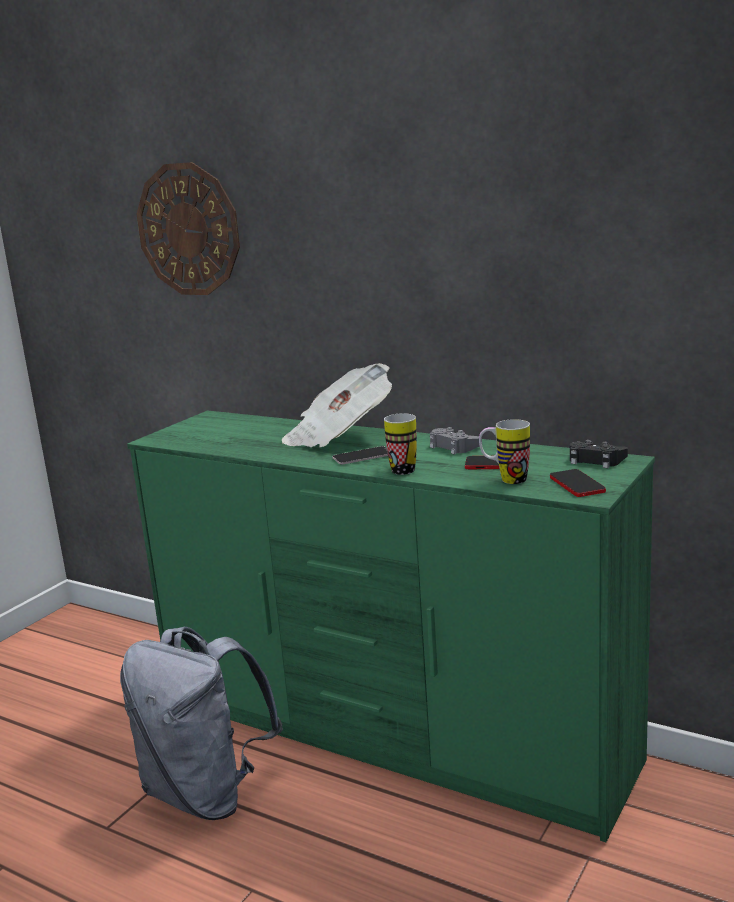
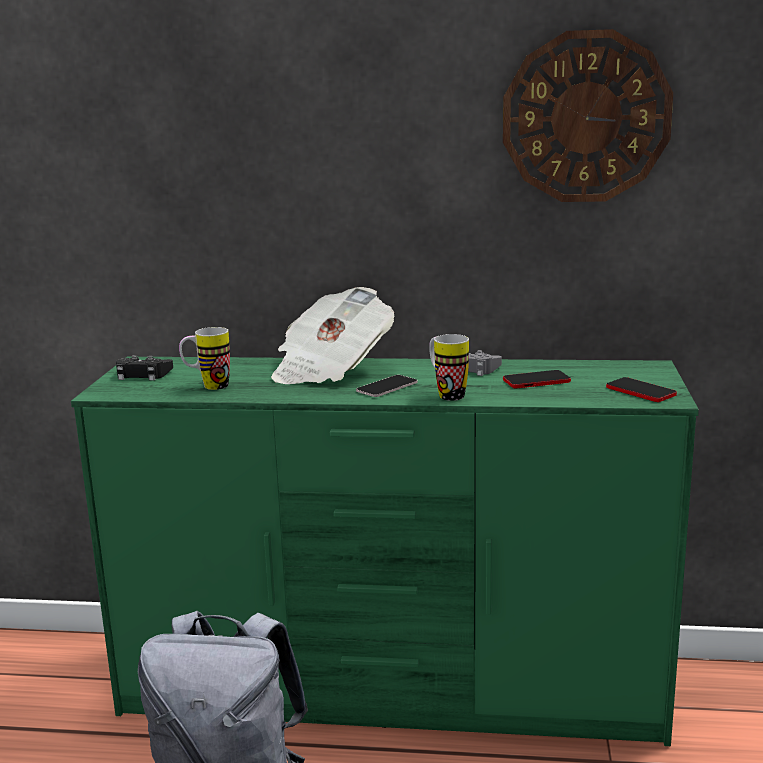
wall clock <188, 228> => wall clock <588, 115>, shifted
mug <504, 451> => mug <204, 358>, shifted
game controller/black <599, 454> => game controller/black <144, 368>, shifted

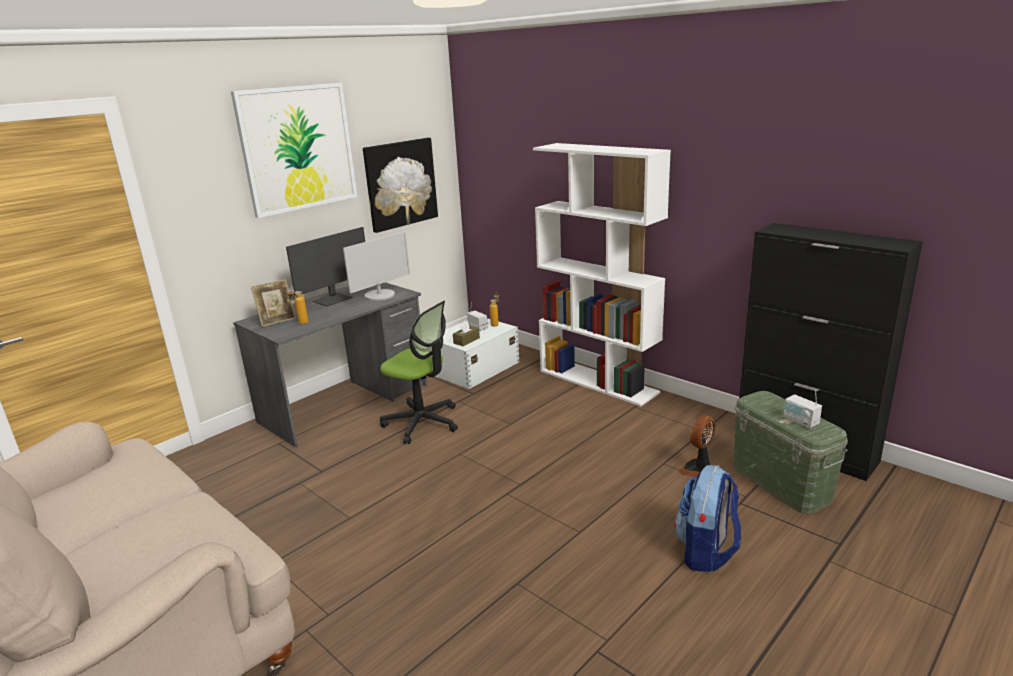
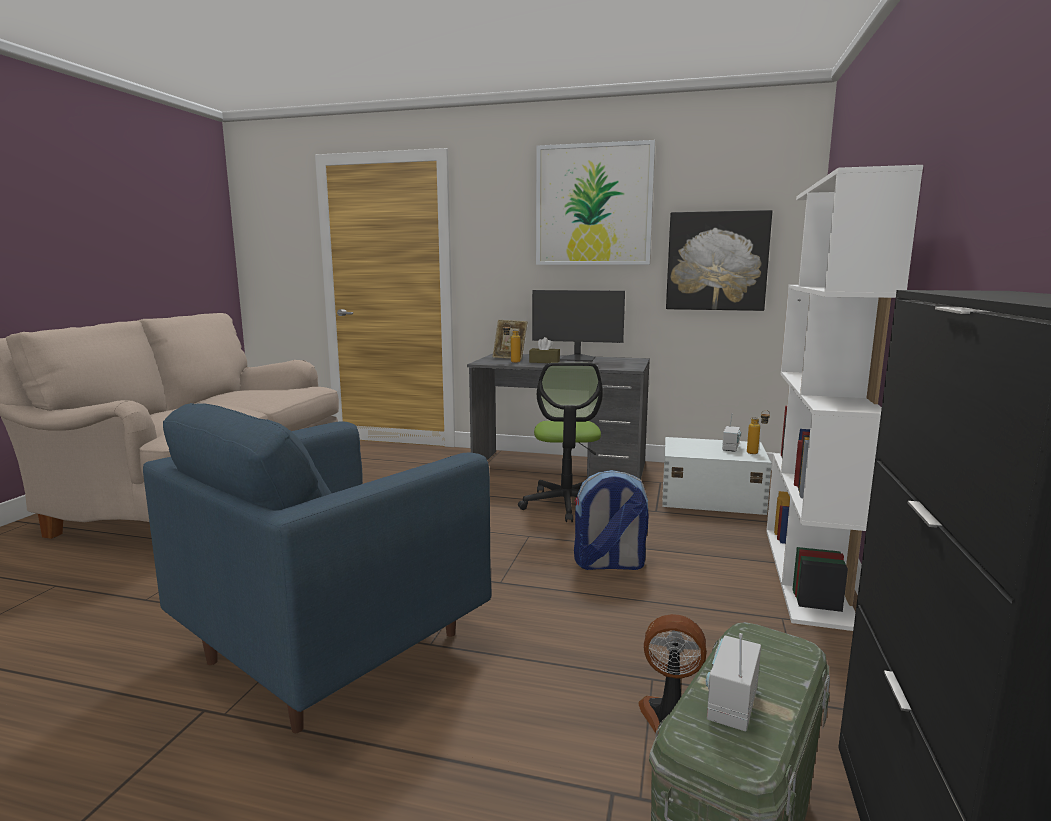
monitor <376, 266> => nothing
nothing => armchair/blue <317, 568>
tissue box/brown <466, 333> => tissue box/brown <544, 350>, shifted
backpack <707, 518> => backpack <611, 520>, shifted

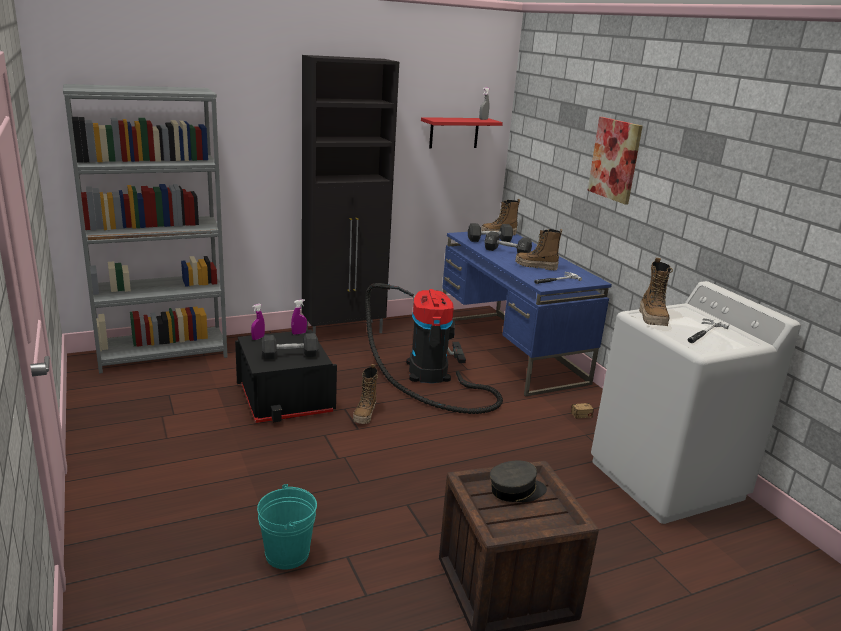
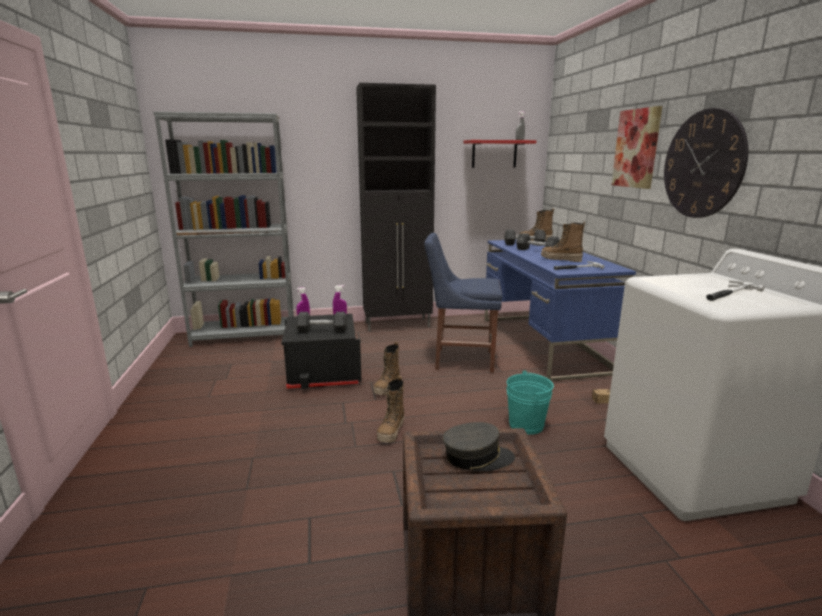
nothing => wall clock <706, 163>
bucket/turquoise <287, 527> => bucket/turquoise <530, 402>, shifted
boot <656, 292> => boot <390, 409>, shifted
vacuum cleaner <434, 348> => chair/blue <463, 303>

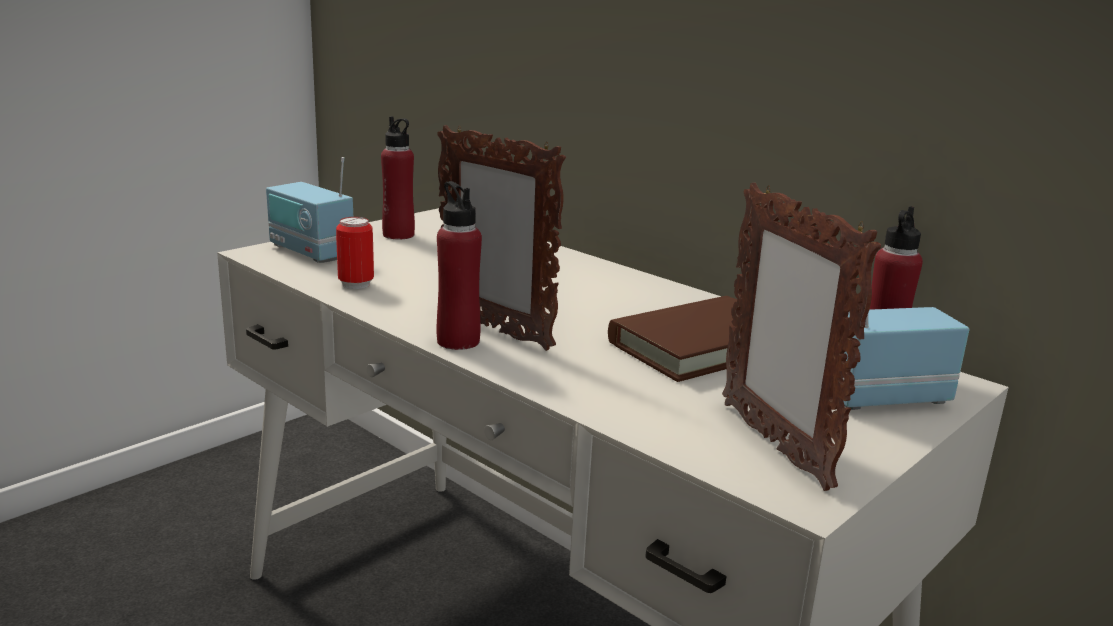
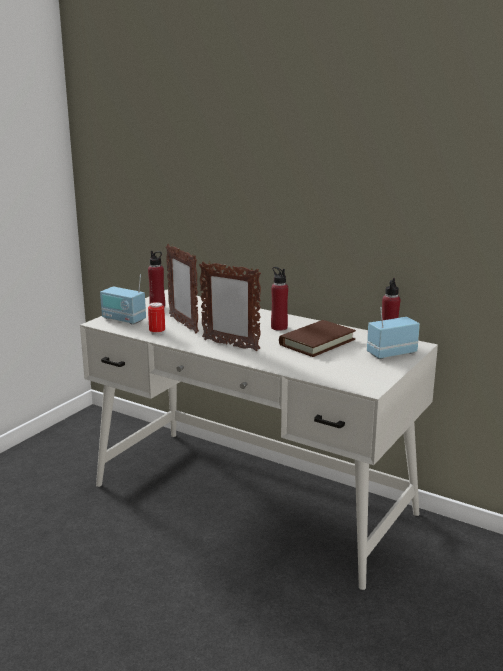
bottle/red <459, 265> => bottle/red <279, 299>, shifted
picture frame <801, 337> => picture frame <182, 288>, shifted

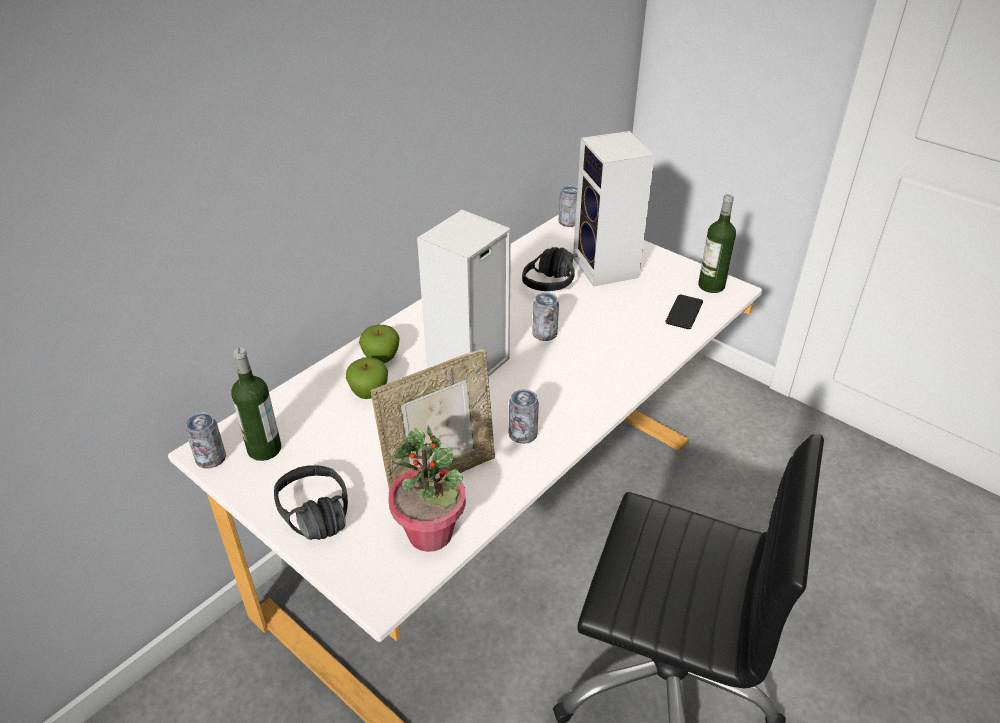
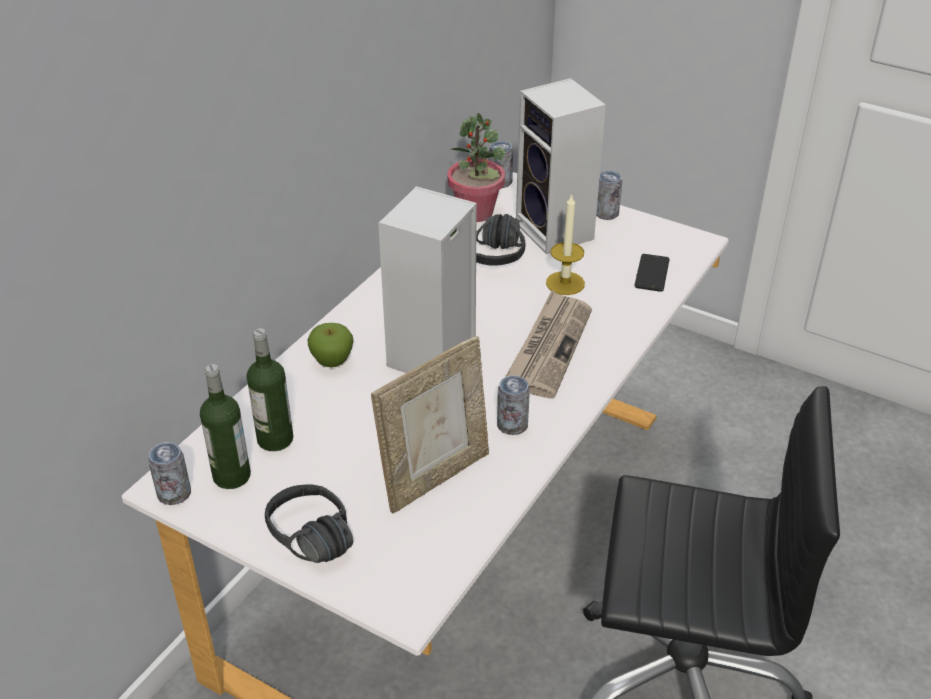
apple <367, 378> => nothing
nothing => newspaper <548, 344>
nothing => candle <565, 244>
potted plant <427, 488> => potted plant <476, 167>, shifted
can <545, 317> => can <609, 195>, shifted
bottle <717, 243> => bottle <270, 389>, shifted

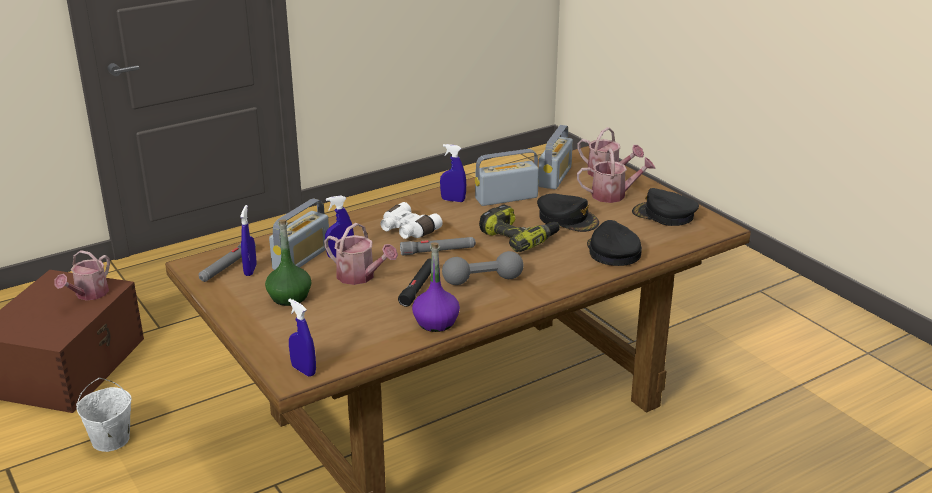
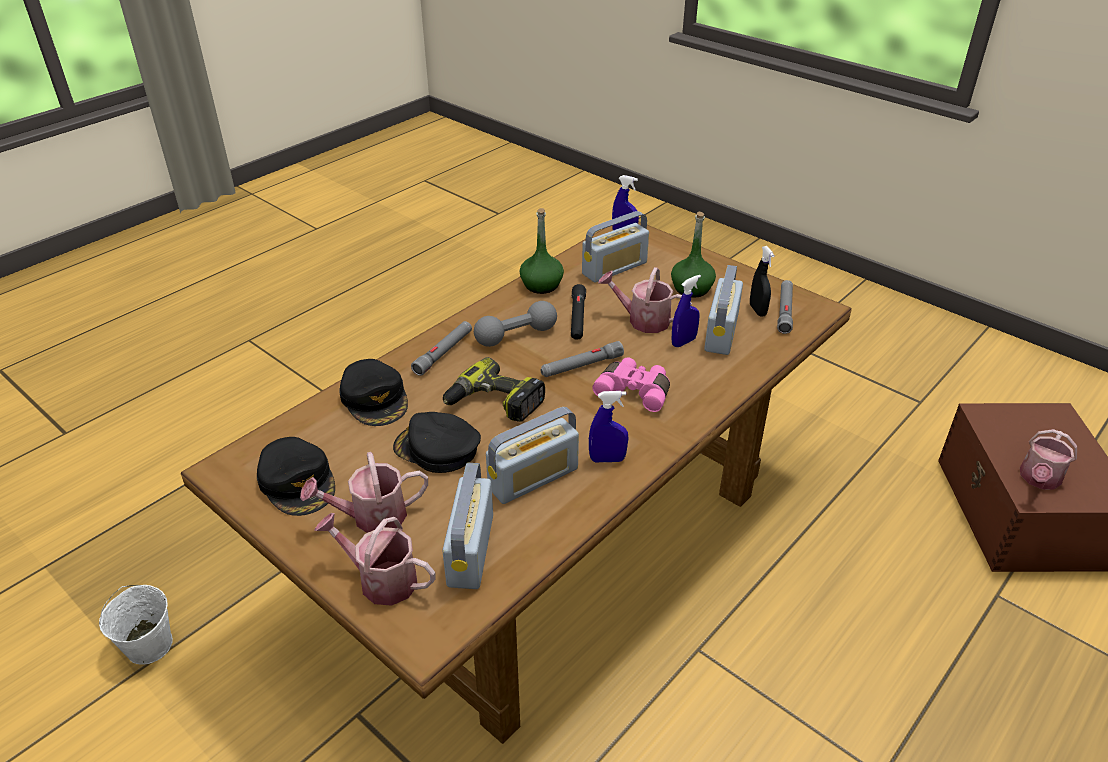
nothing => flashlight/grey <441, 348>
nothing => radio <615, 247>
bucket/white <103, 415> => bucket/white <136, 625>, shifted
spray bottle/blue <248, 240> => spray bottle/black <762, 281>
binoculars/white <411, 220> => binoculars/pink <631, 384>
bottle/purple <436, 287> => bottle/green <542, 251>
watering can <82, 275> => watering can <1048, 459>, 150 degrees counterclockwise
cap/black <665, 207> => cap/black <296, 476>, 45 degrees clockwise

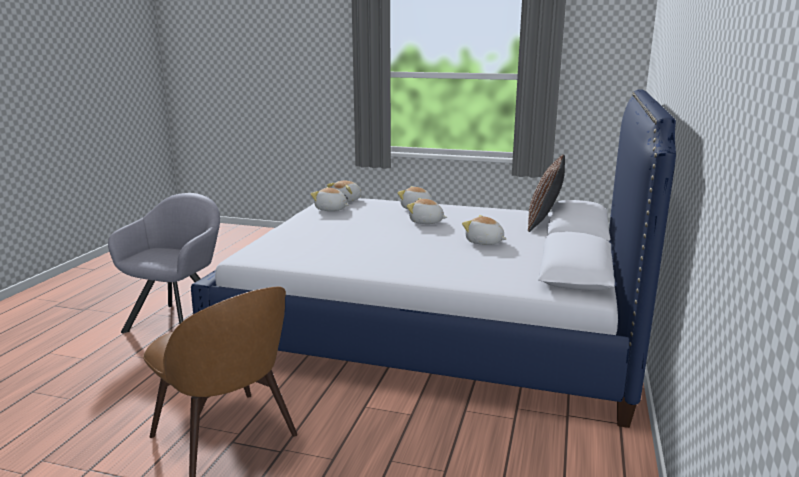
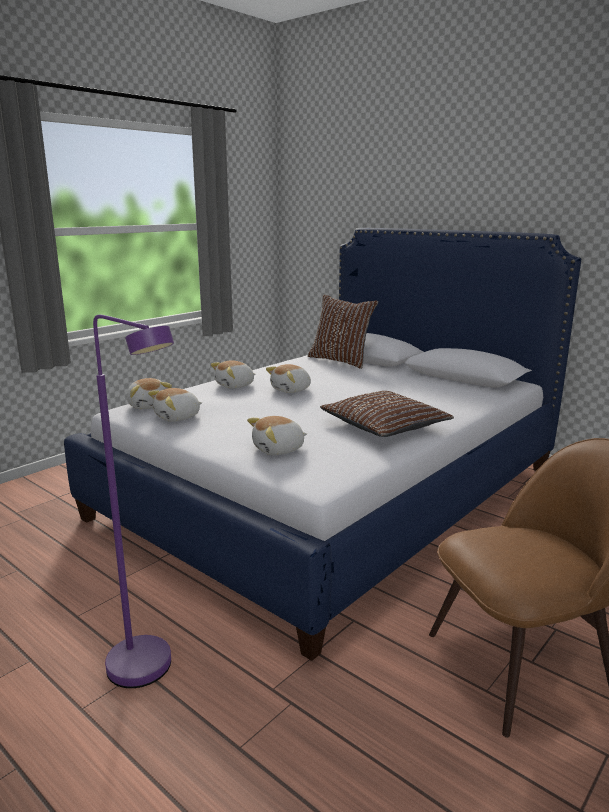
nothing => pillow/brown <387, 414>
plush toy <484, 230> => plush toy <277, 435>, shifted
armchair/grey <164, 263> => floor lamp/purple <133, 501>

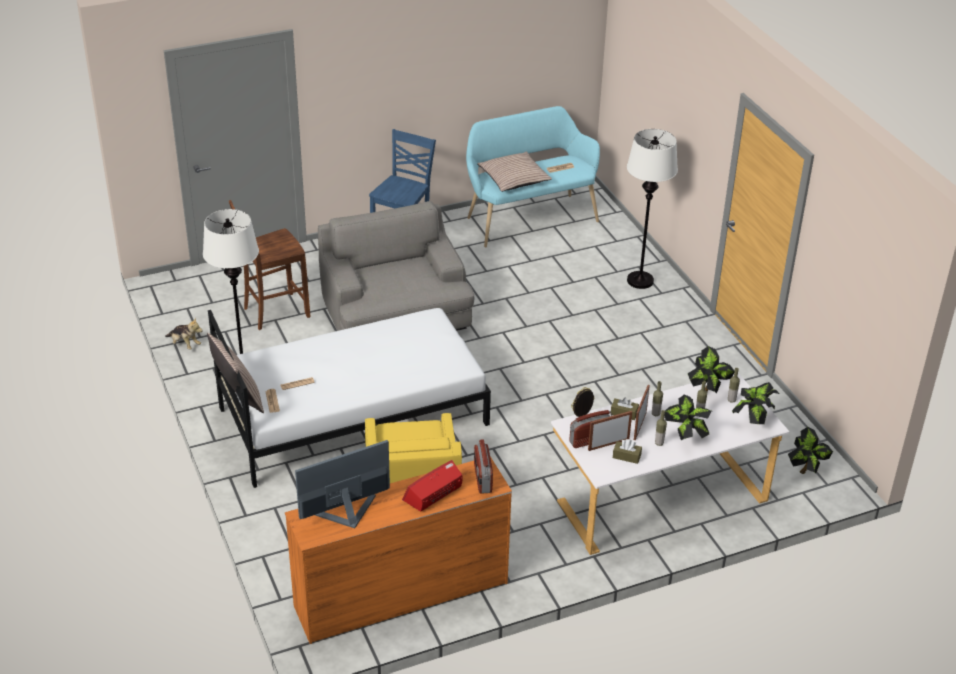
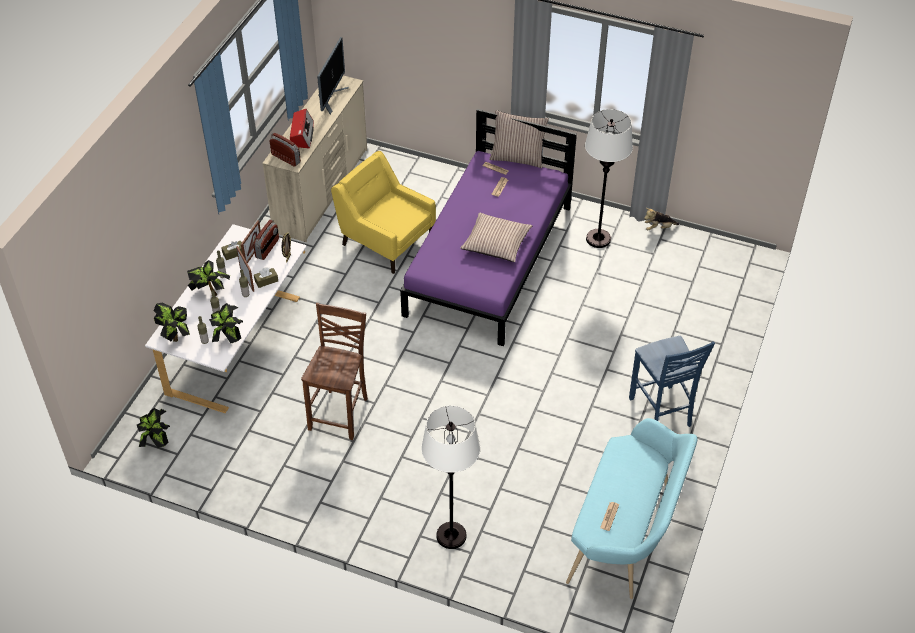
armchair/grey <396, 266> => nothing
chair/brown <269, 265> => chair/brown <334, 371>, shifted
pillow <514, 172> => pillow <496, 237>, shifted
bed/white <349, 398> => bed/purple <488, 227>
dresser/orange <398, 550> => dresser/beige <314, 159>

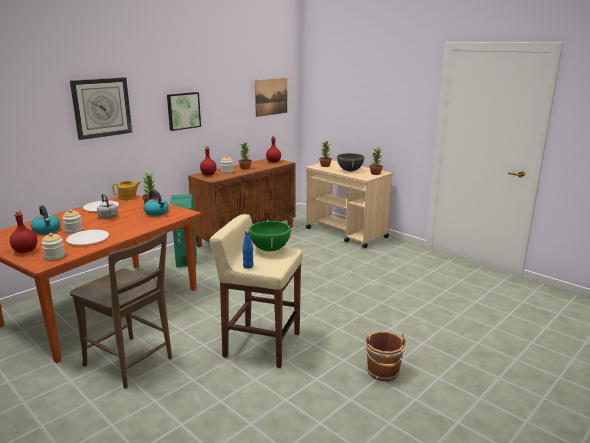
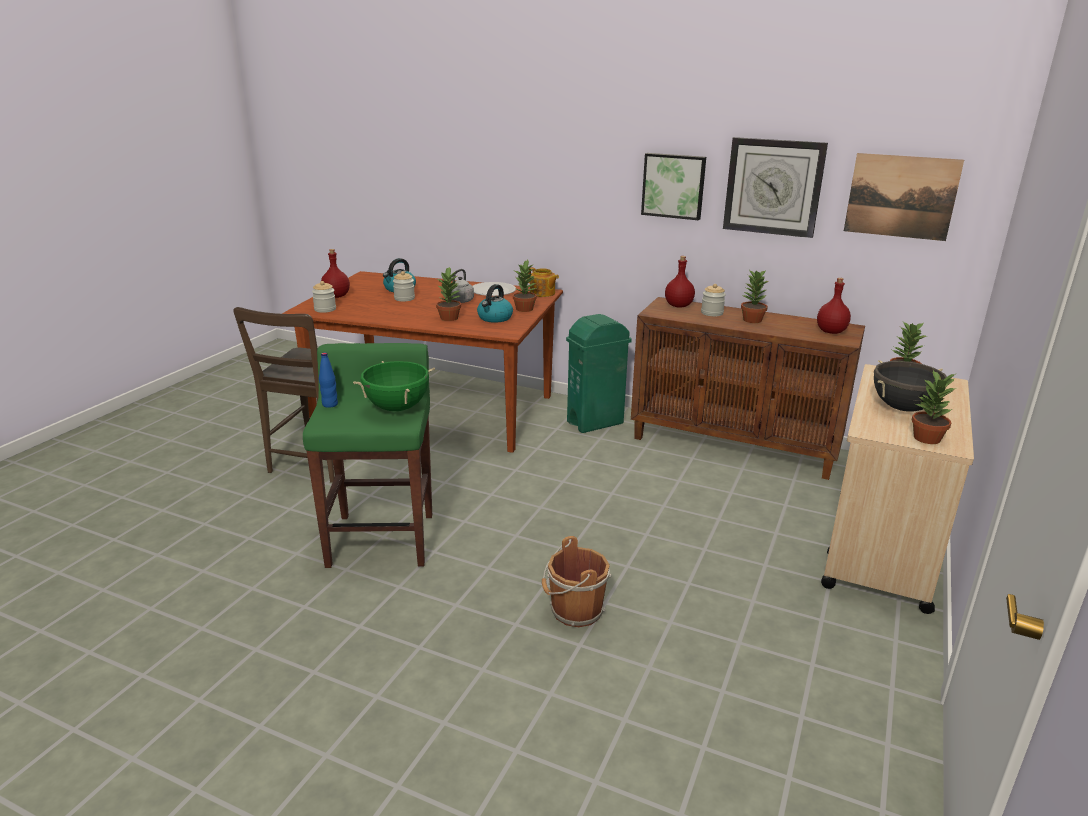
plate/white <87, 237> => nothing
nothing => potted plant <448, 293>
wall clock <101, 108> => wall clock <775, 187>, shifted
bucket/brown <386, 356> => bucket/brown <577, 581>, shifted
stool/beige <256, 291> => stool/green <367, 455>

